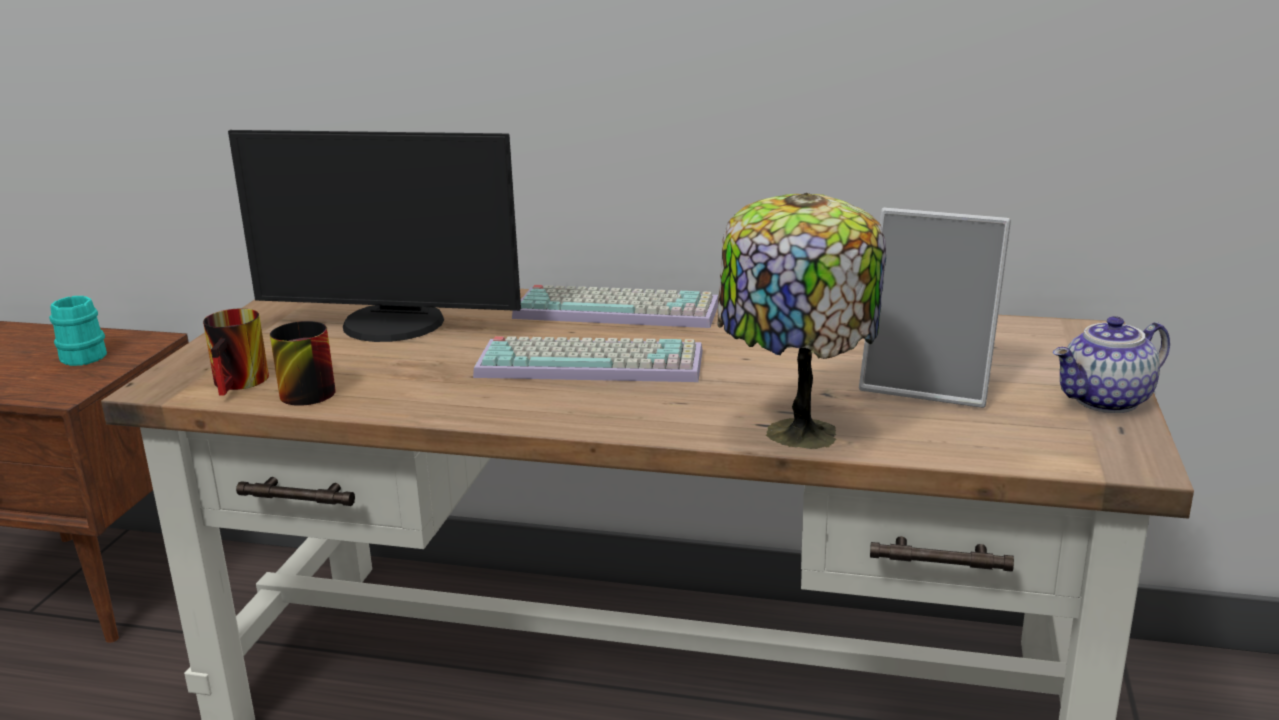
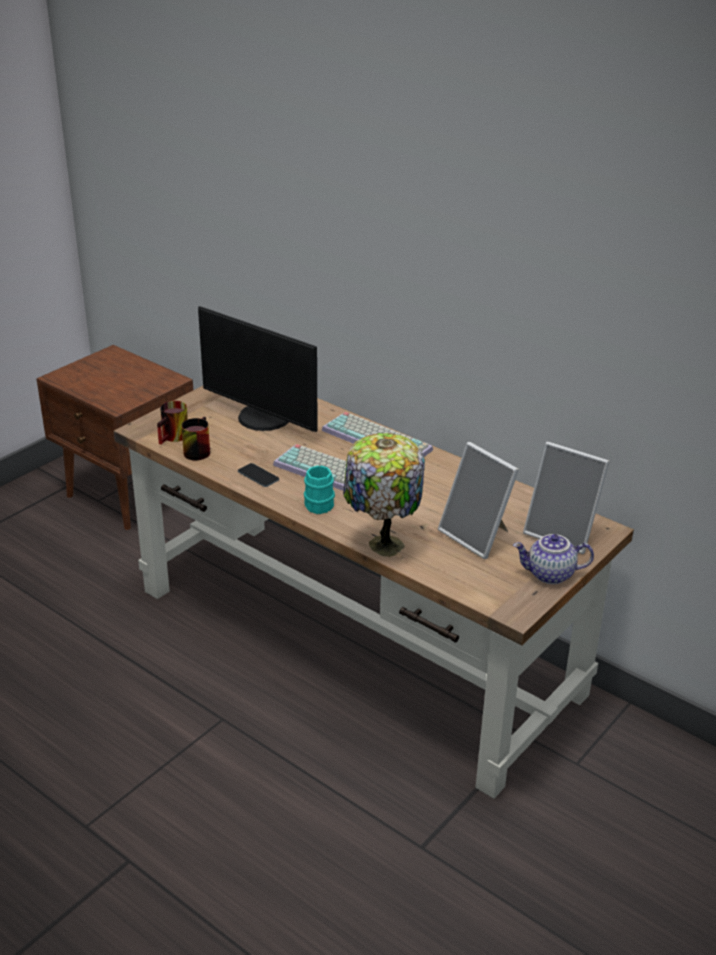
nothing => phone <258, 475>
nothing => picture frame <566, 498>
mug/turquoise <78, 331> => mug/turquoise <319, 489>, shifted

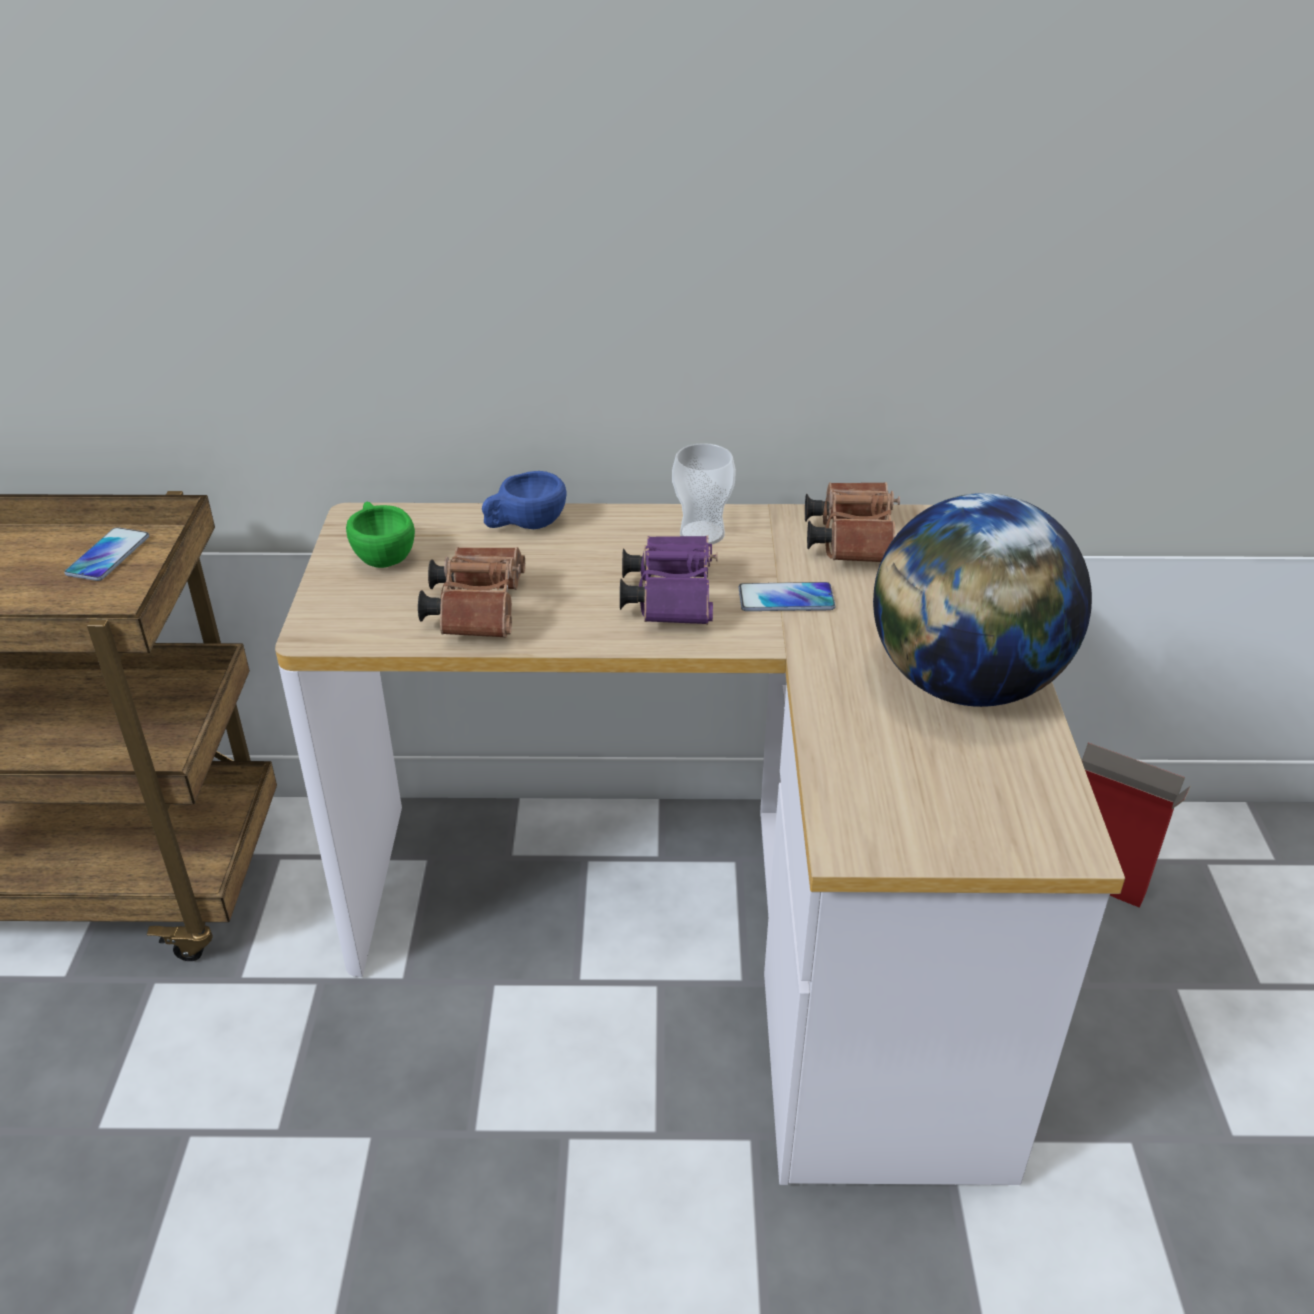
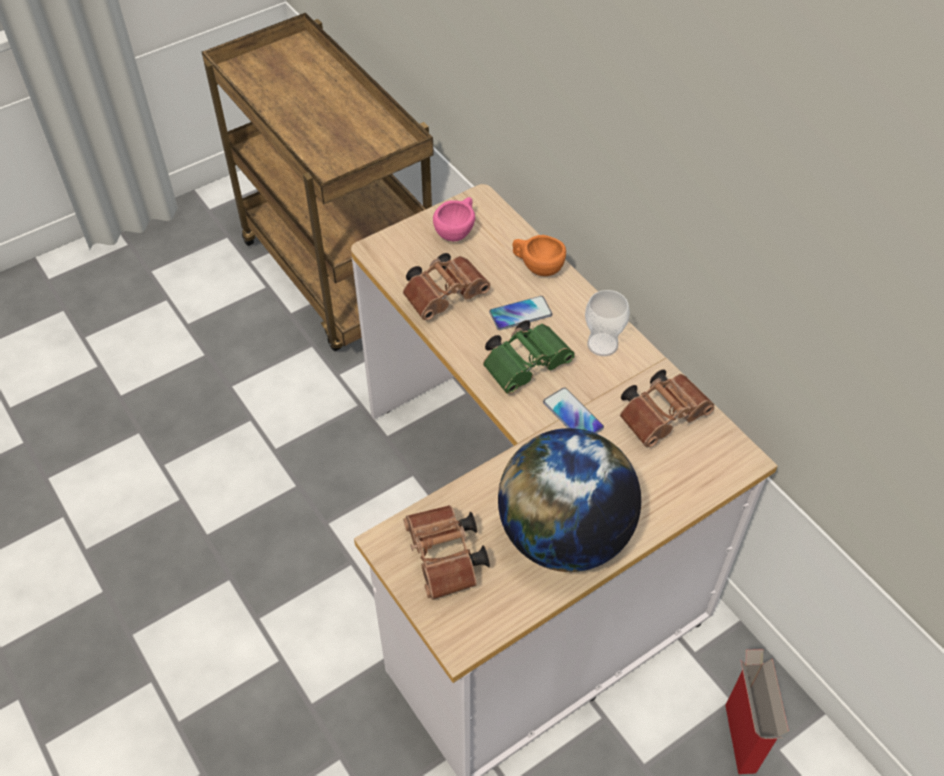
nothing => binoculars/brown <446, 552>
phone <106, 554> => phone <520, 313>, shifted
cup/green <380, 535> => cup/pink <454, 219>
cup/blue <524, 500> => cup/orange <539, 255>
binoculars/purple <669, 580> => binoculars/green <528, 357>

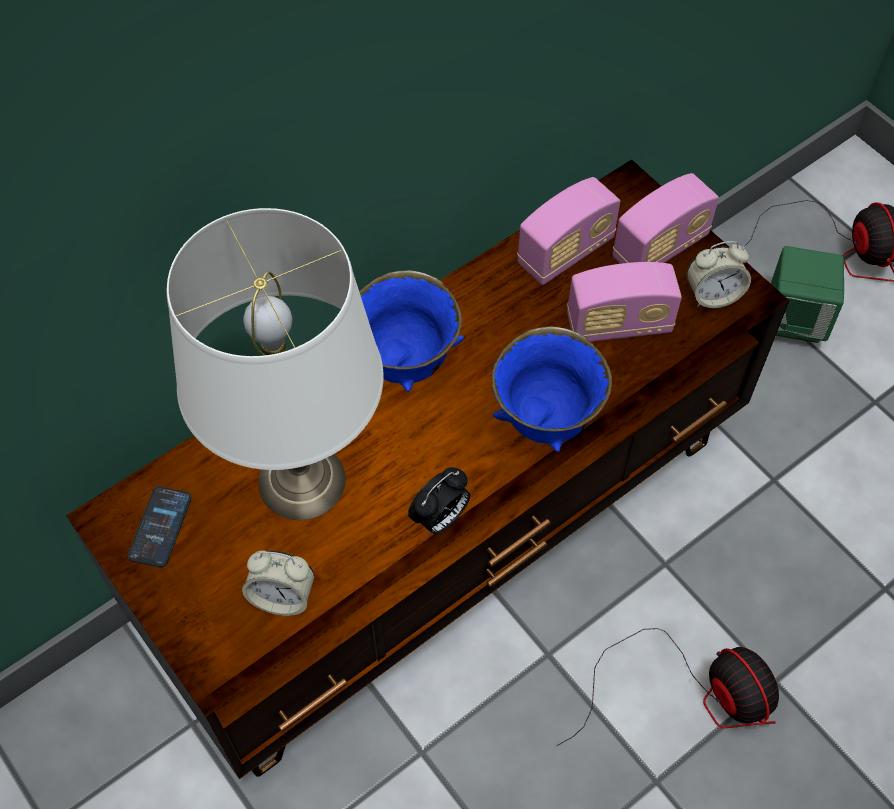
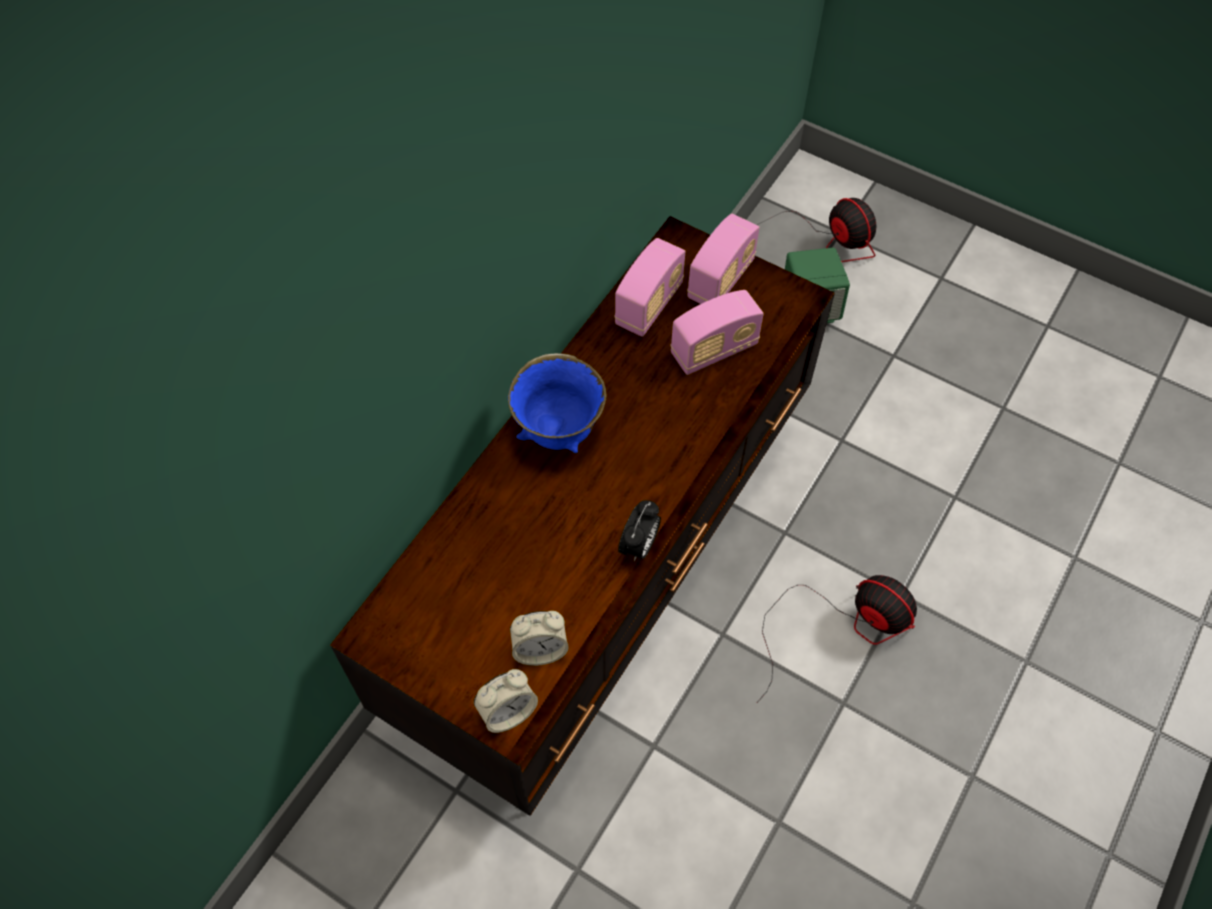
phone <159, 526> => nothing
table lamp/white <275, 364> => nothing
bowl/blue <552, 389> => nothing
alarm clock <719, 274> => alarm clock <506, 701>, shifted

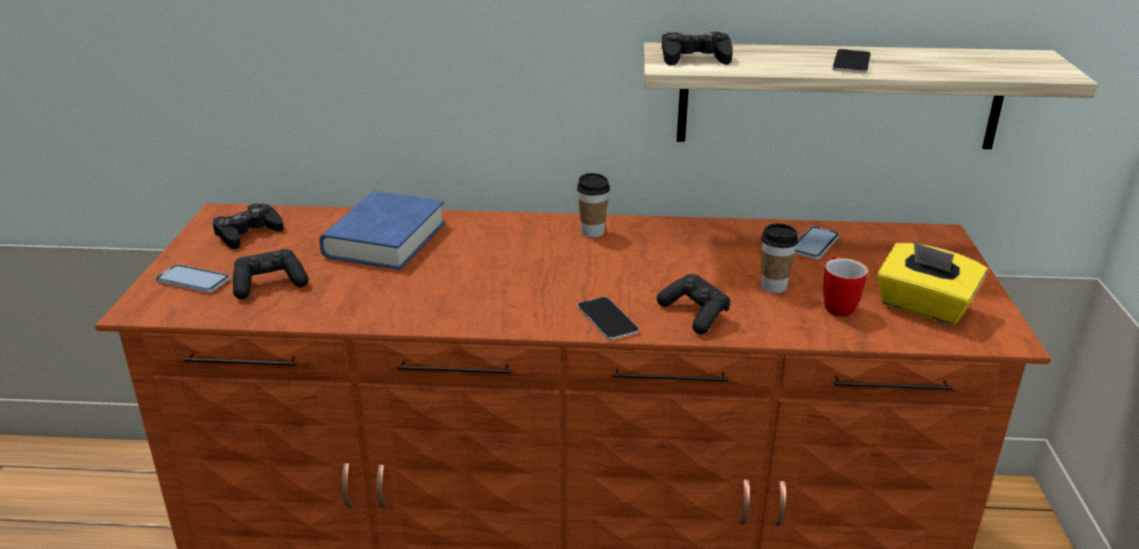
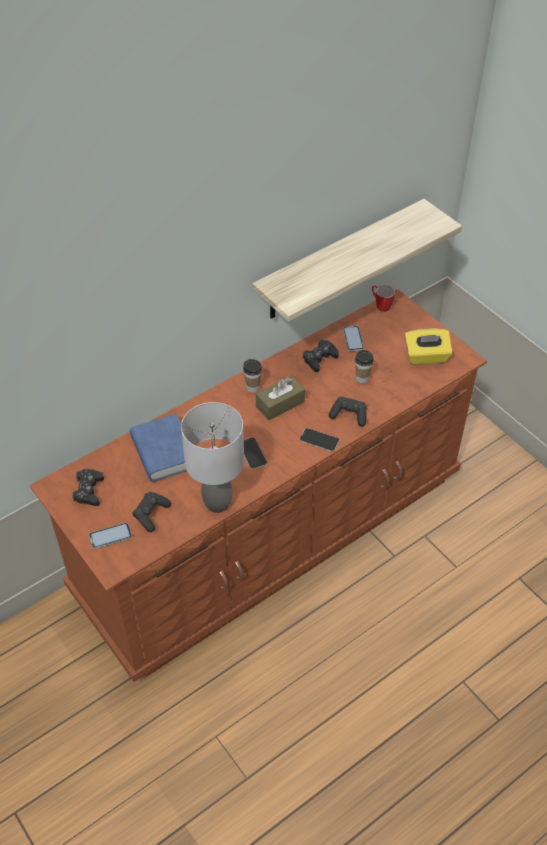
nothing => table lamp/grey <212, 457>
nothing => tissue box/brown <280, 397>
game controller/black <697, 48> => game controller/black <321, 355>, shifted
mug <845, 286> => mug <383, 298>, shifted
phone <851, 61> => phone <255, 453>, shifted

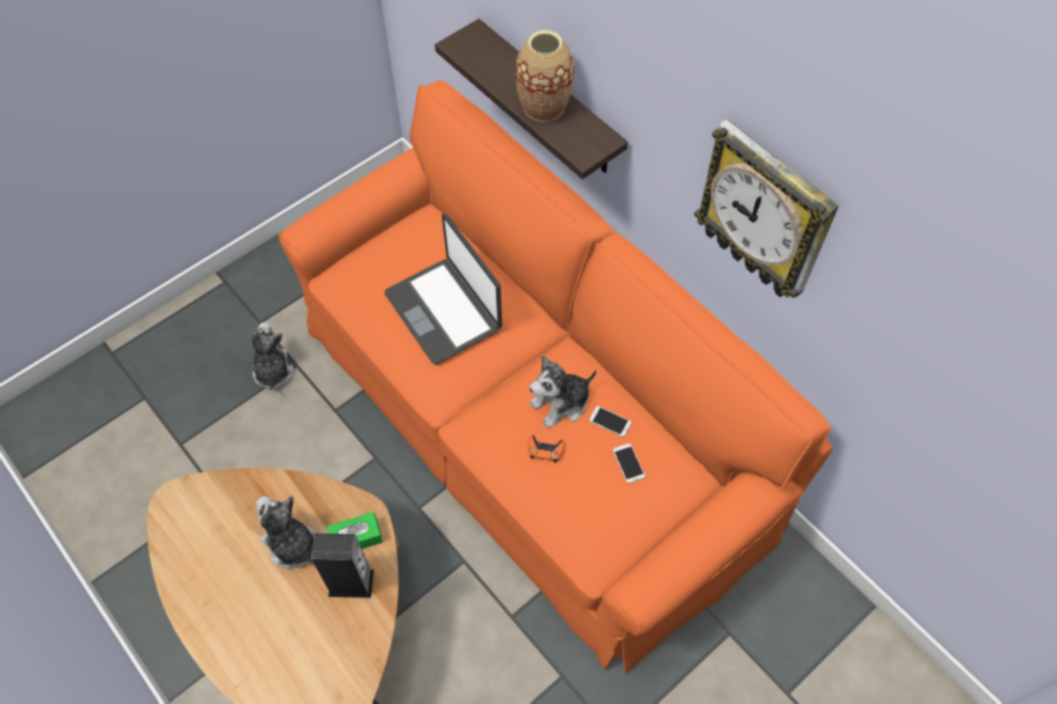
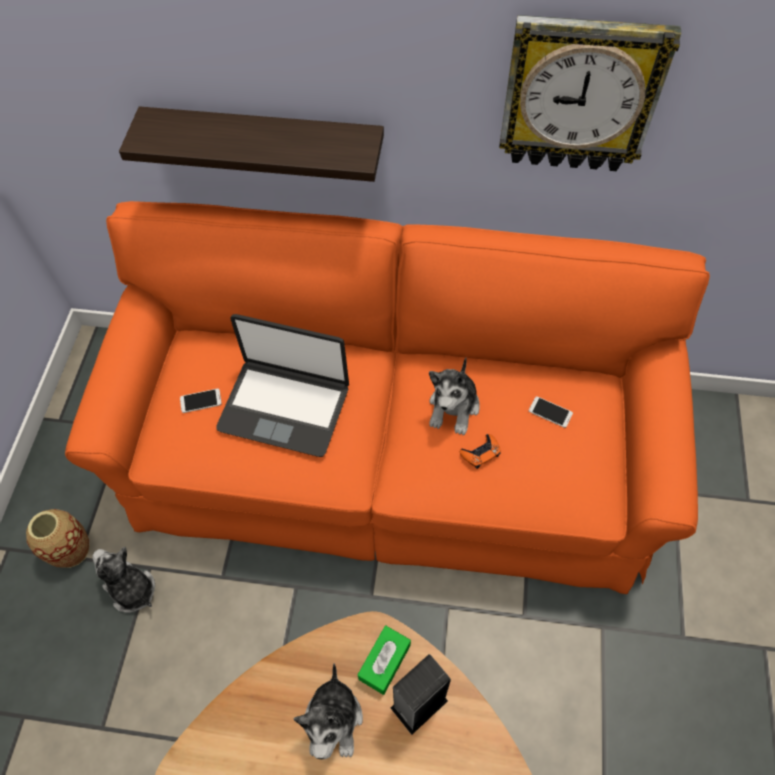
vase <545, 76> => vase <58, 538>, shifted
phone <610, 421> => phone <201, 400>, shifted
plush toy <285, 532> => plush toy <328, 711>, 90 degrees counterclockwise

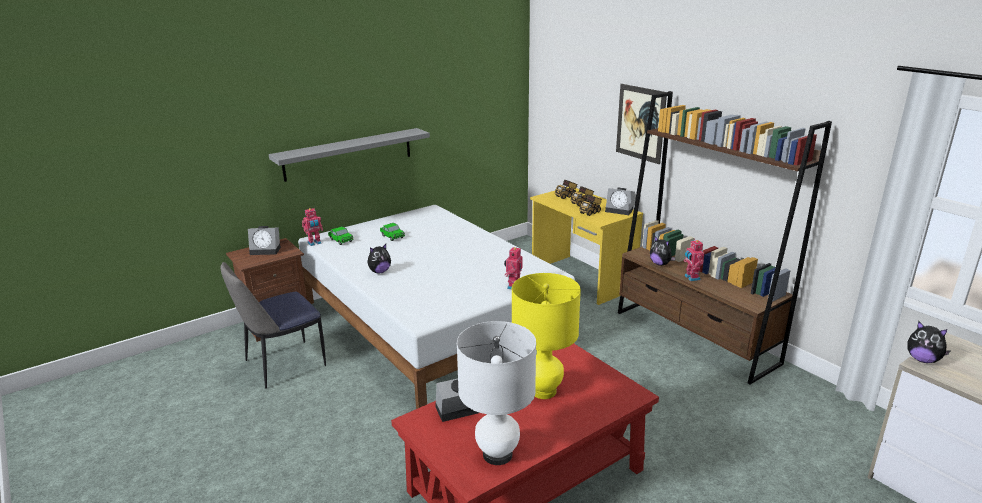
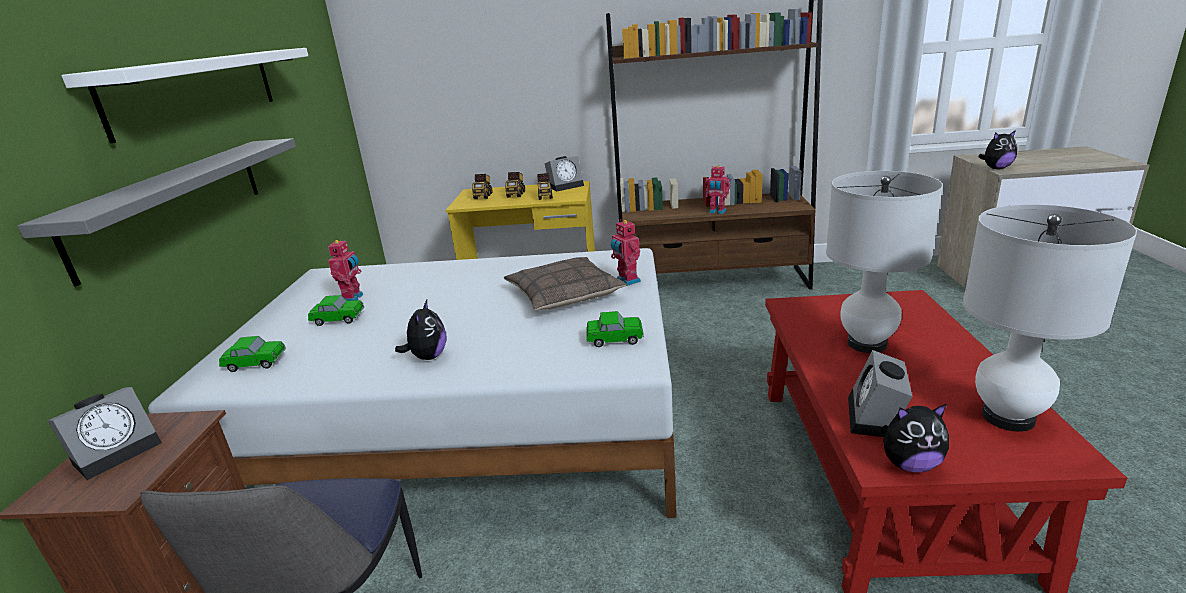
picture <641, 124> => nothing
nothing => shelf/white <184, 96>
nothing => pillow <565, 283>
nothing => toy car <615, 329>
toy robot <312, 227> => toy robot <346, 269>, shifted
plush toy <663, 251> => plush toy <915, 438>, shifted
table lamp/yellow <546, 336> => table lamp/white <884, 262>

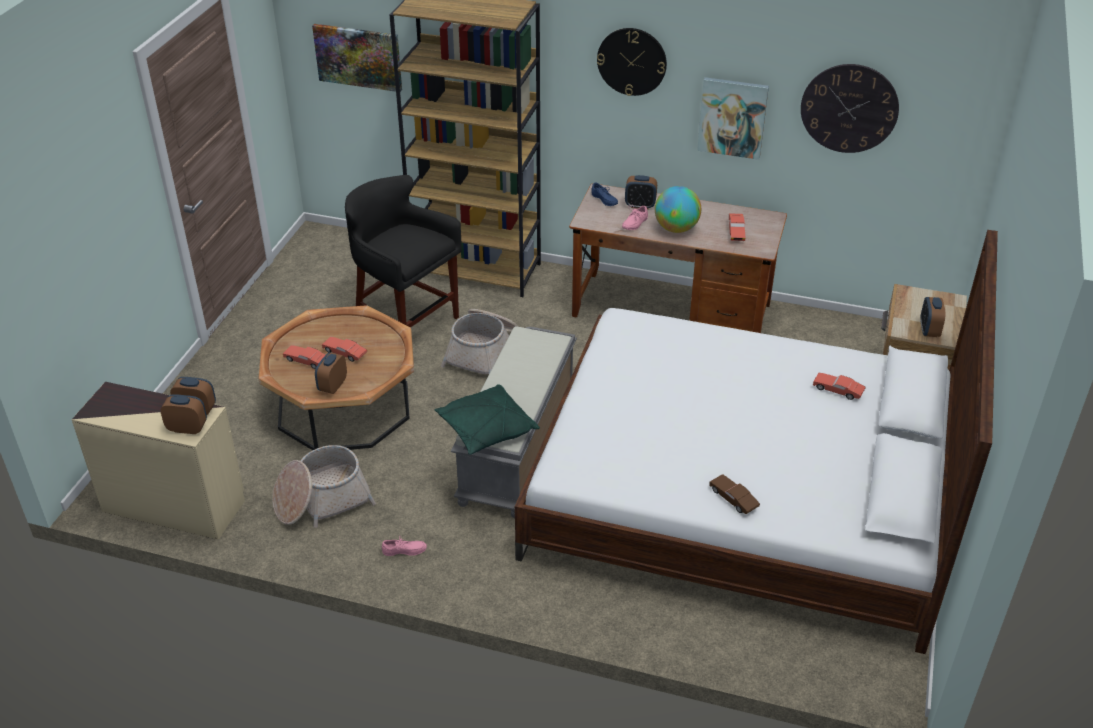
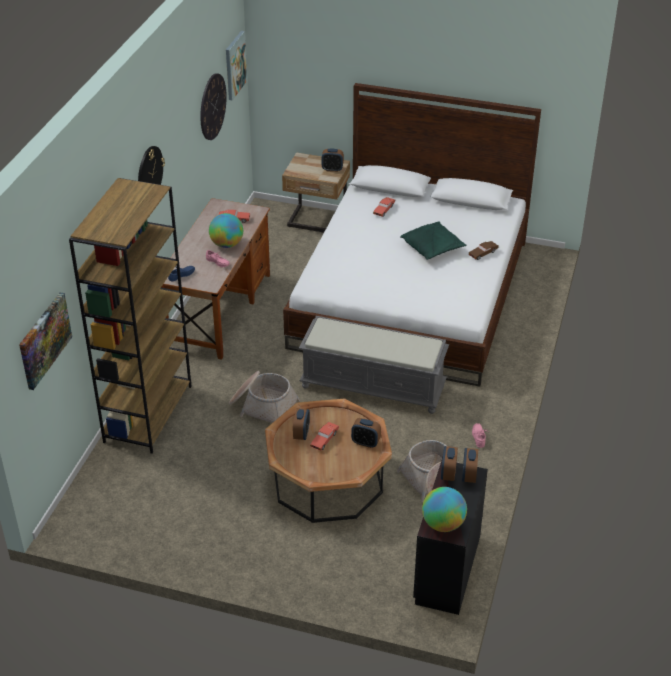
toy car/red <304, 357> => nothing
stool/black <403, 251> => nothing
nothing => globe <444, 509>
pillow/green <487, 419> => pillow/green <433, 240>, shifted
alarm clock <641, 192> => alarm clock <301, 424>, shifted
picture <733, 118> => picture <236, 65>, shifted
dresser/beige <158, 461> => dresser/black <450, 538>

